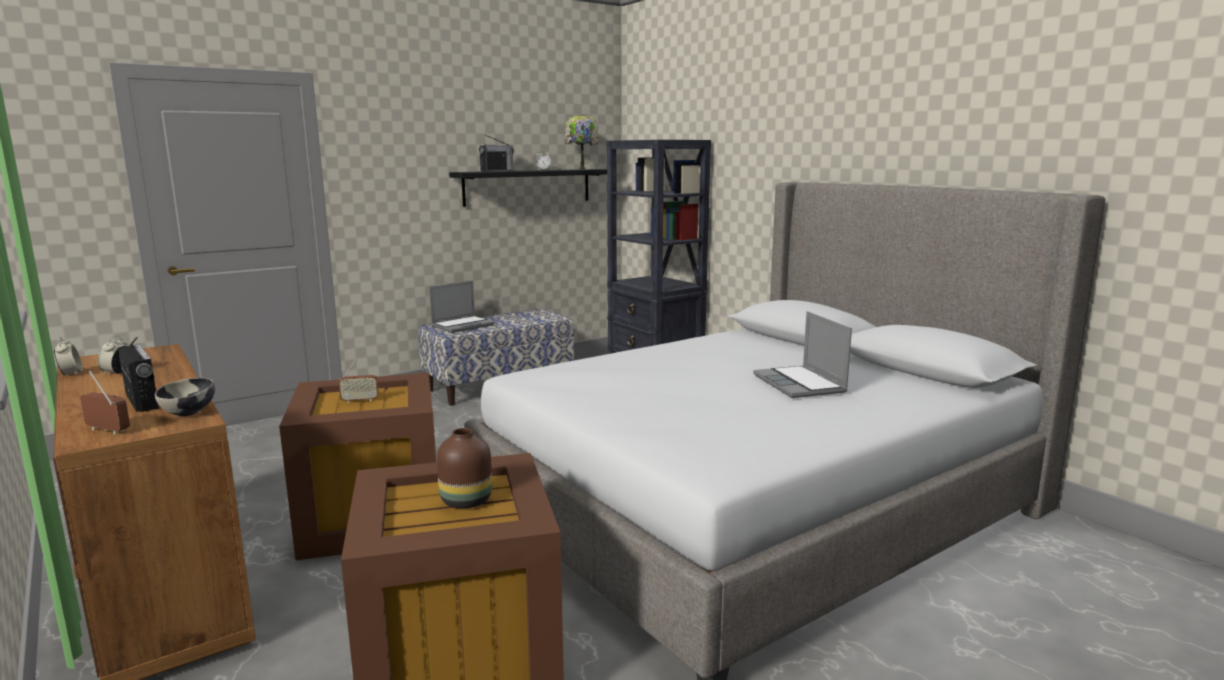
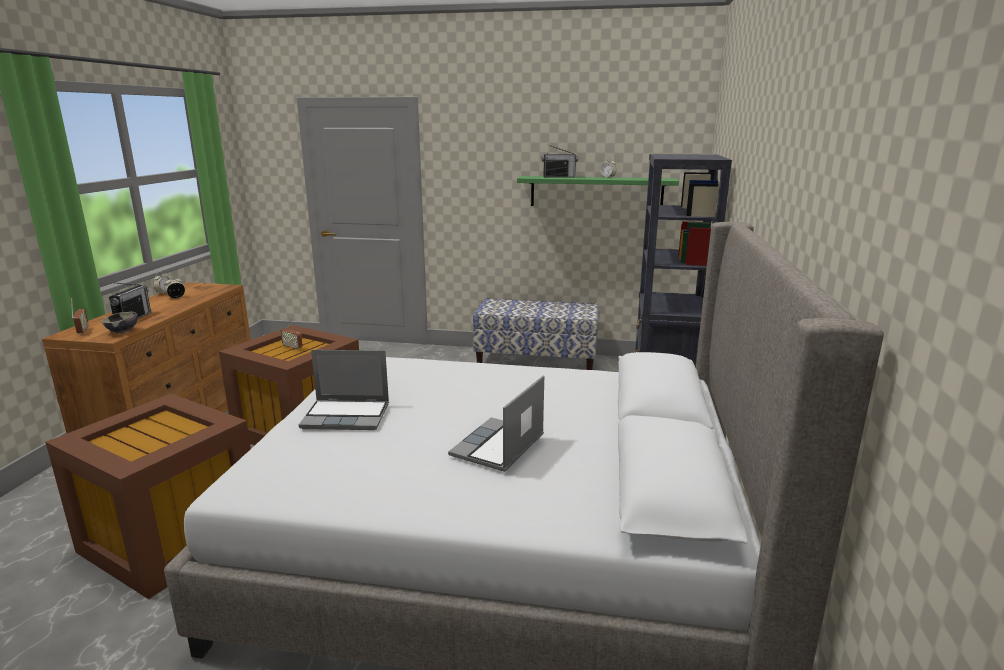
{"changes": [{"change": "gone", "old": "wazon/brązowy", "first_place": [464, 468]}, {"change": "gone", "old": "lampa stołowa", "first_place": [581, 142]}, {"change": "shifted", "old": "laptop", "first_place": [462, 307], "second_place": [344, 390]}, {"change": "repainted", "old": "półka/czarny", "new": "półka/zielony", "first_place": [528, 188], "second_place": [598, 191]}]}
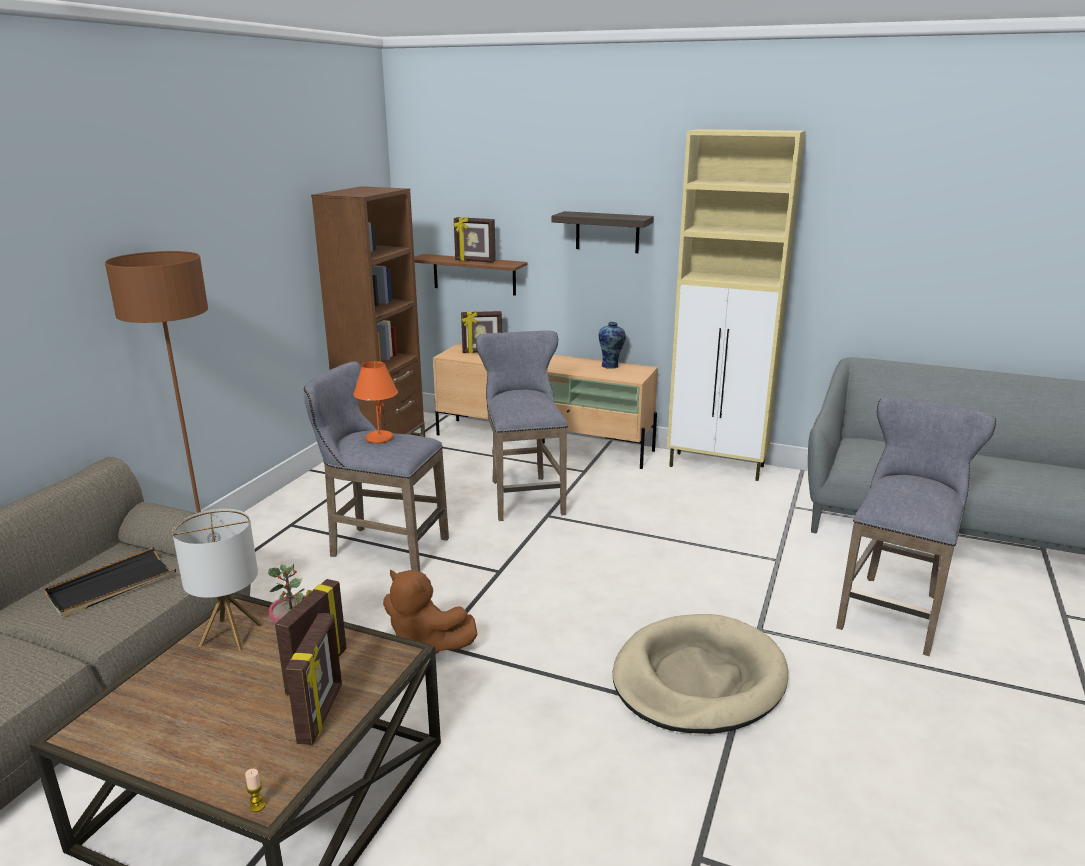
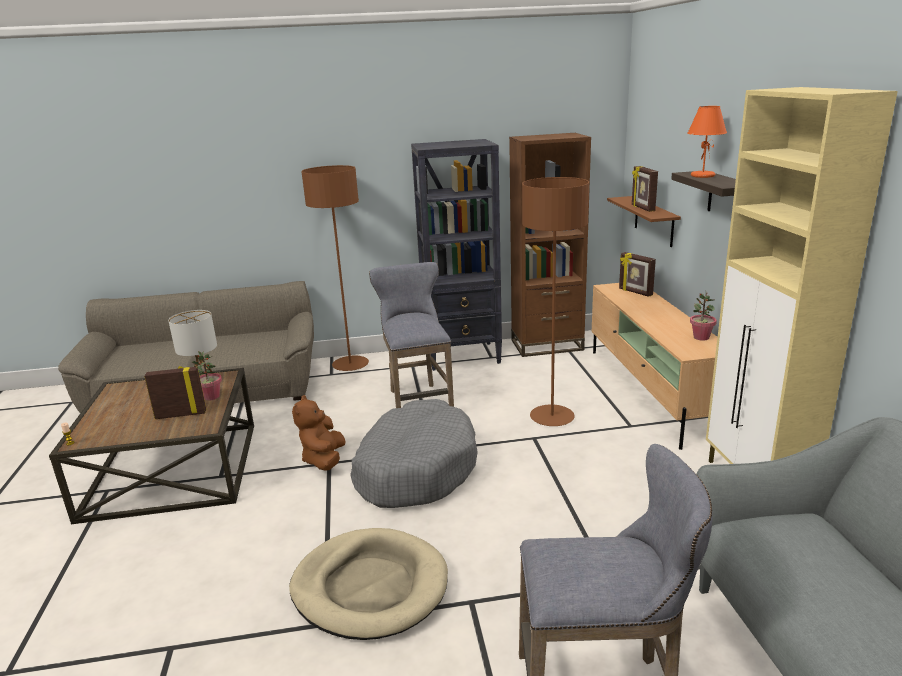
{"changes": [{"change": "gone", "old": "taca/czarny", "first_place": [110, 582]}, {"change": "gone", "old": "ramka na zdjęcie", "first_place": [314, 679]}, {"change": "new", "new": "legowisko/szary", "second_place": [414, 453]}, {"change": "new", "new": "regał/czarny", "second_place": [456, 255]}, {"change": "shifted", "old": "lampa stołowa/pomarańczowy", "first_place": [375, 402], "second_place": [707, 142]}, {"change": "swapped", "old": "stołek/szary", "new": "lampa stojąca/brązowy", "first_place": [522, 425], "second_place": [555, 301]}, {"change": "swapped", "old": "wazon", "new": "roślina doniczkowa", "first_place": [612, 345], "second_place": [703, 317]}]}
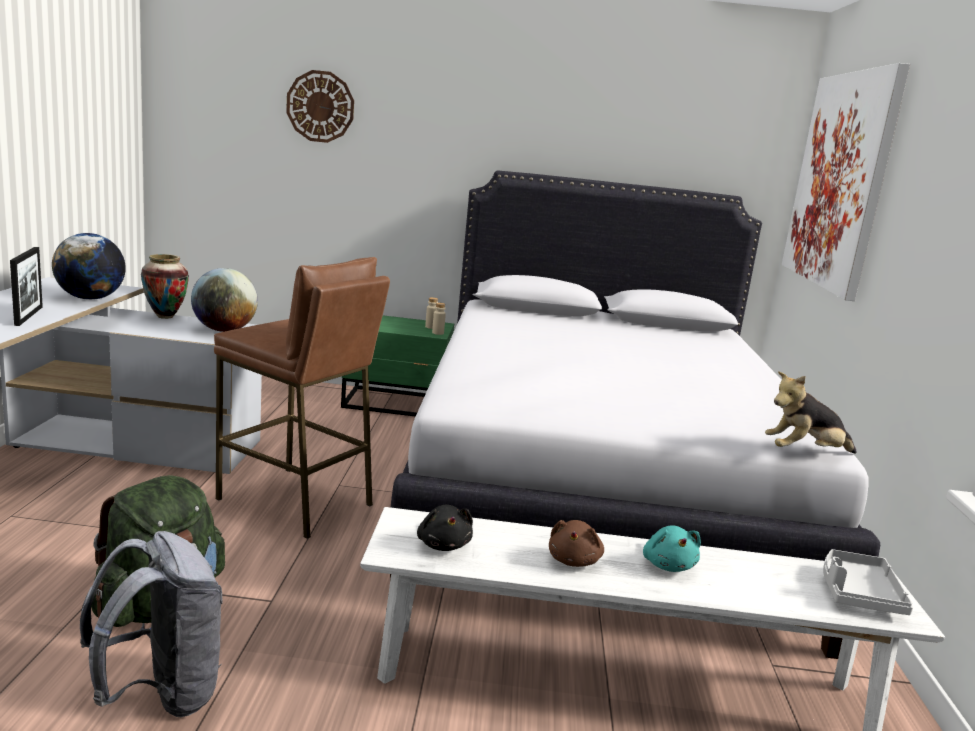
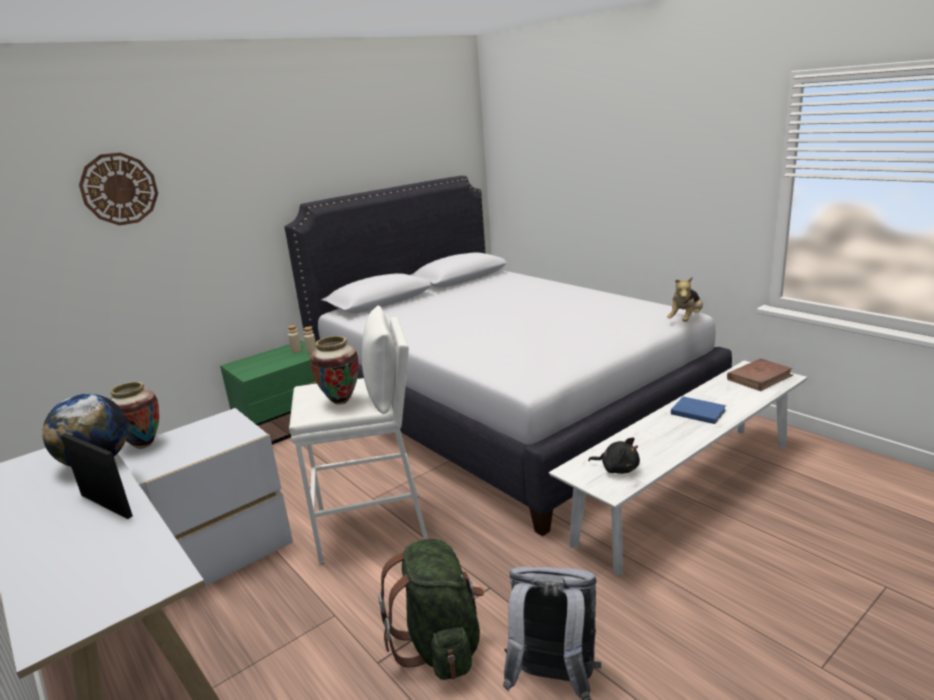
{"changes": [{"change": "gone", "old": "globus", "first_place": [224, 300]}, {"change": "gone", "old": "pluszak/brązowy", "first_place": [576, 543]}, {"change": "gone", "old": "obraz", "first_place": [846, 182]}, {"change": "new", "new": "wazon", "second_place": [334, 370]}, {"change": "swapped", "old": "pluszak/turkusowy", "new": "książka/niebieski", "first_place": [672, 548], "second_place": [698, 410]}, {"change": "swapped", "old": "taca/szary", "new": "książka/brązowy", "first_place": [868, 582], "second_place": [760, 375]}, {"change": "repainted", "old": "stołek/brązowy", "new": "stołek/biały", "first_place": [302, 398], "second_place": [358, 435]}]}
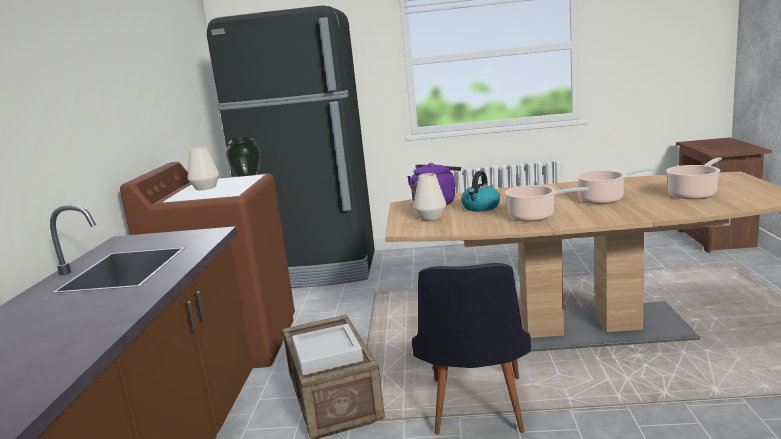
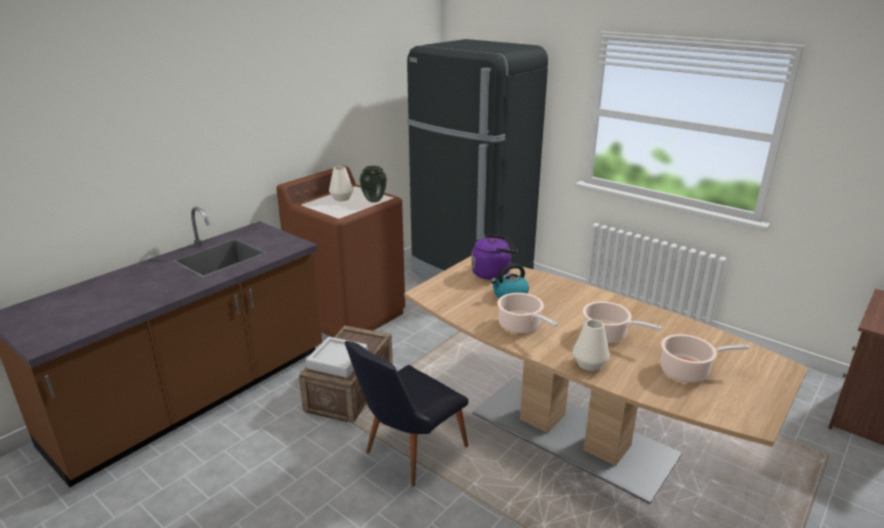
{"changes": [{"change": "shifted", "old": "wazon/biały", "first_place": [429, 196], "second_place": [591, 345]}]}
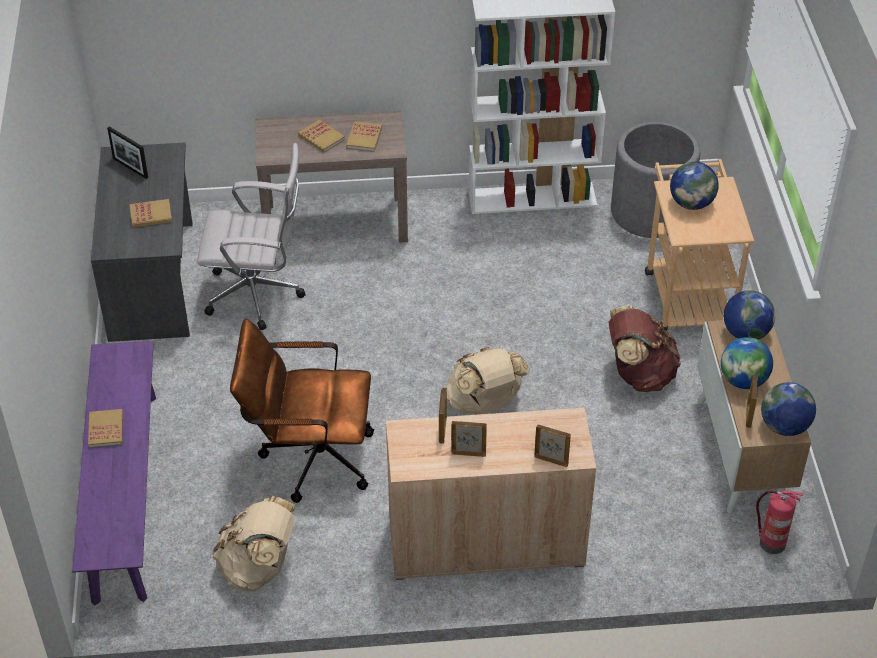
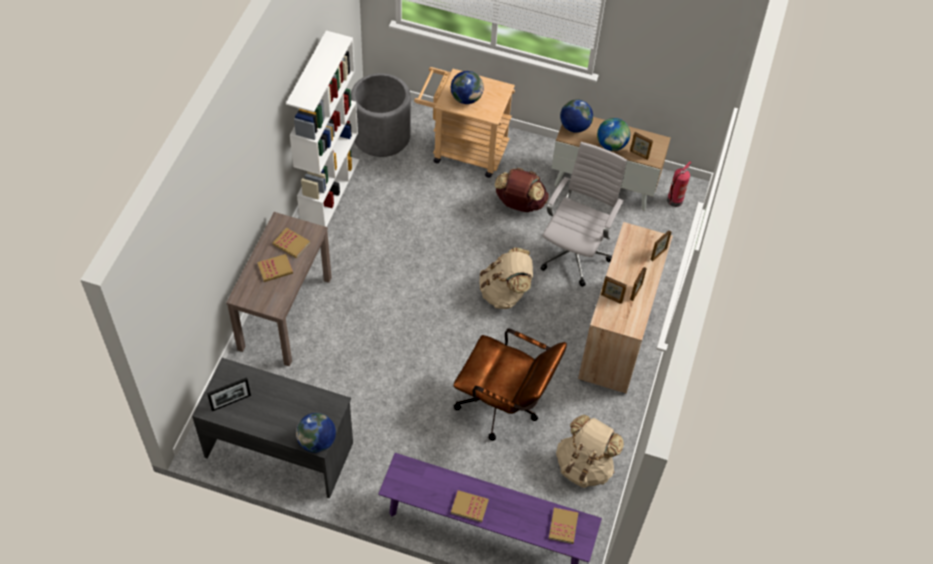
{"changes": [{"change": "shifted", "old": "książka", "first_place": [151, 213], "second_place": [563, 526]}, {"change": "shifted", "old": "krzesło biurowe/biały", "first_place": [251, 236], "second_place": [583, 214]}, {"change": "shifted", "old": "globus", "first_place": [788, 409], "second_place": [316, 433]}, {"change": "rotated", "old": "krzesło biurowe/brązowy", "first_place": [302, 411], "second_place": [510, 385], "degrees": -90}]}
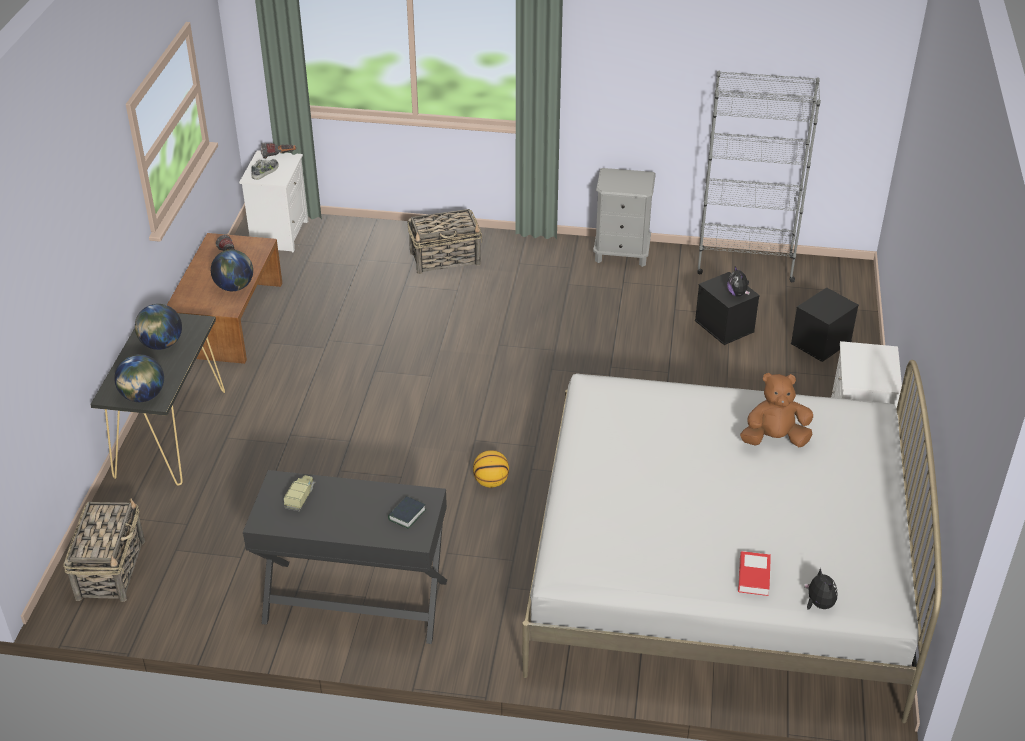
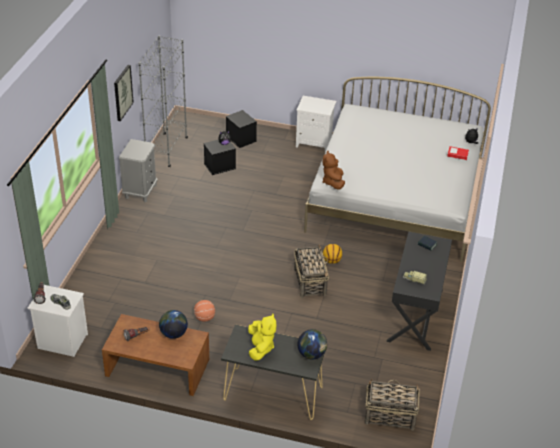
{"changes": [{"change": "new", "new": "obraz", "second_place": [124, 93]}, {"change": "new", "new": "piłka do koszykówki", "second_place": [204, 311]}, {"change": "shifted", "old": "koszyk", "first_place": [444, 241], "second_place": [311, 271]}, {"change": "shifted", "old": "pluszak/brązowy", "first_place": [776, 410], "second_place": [333, 170]}, {"change": "swapped", "old": "globus", "new": "pluszak/żółty", "first_place": [158, 327], "second_place": [262, 337]}]}
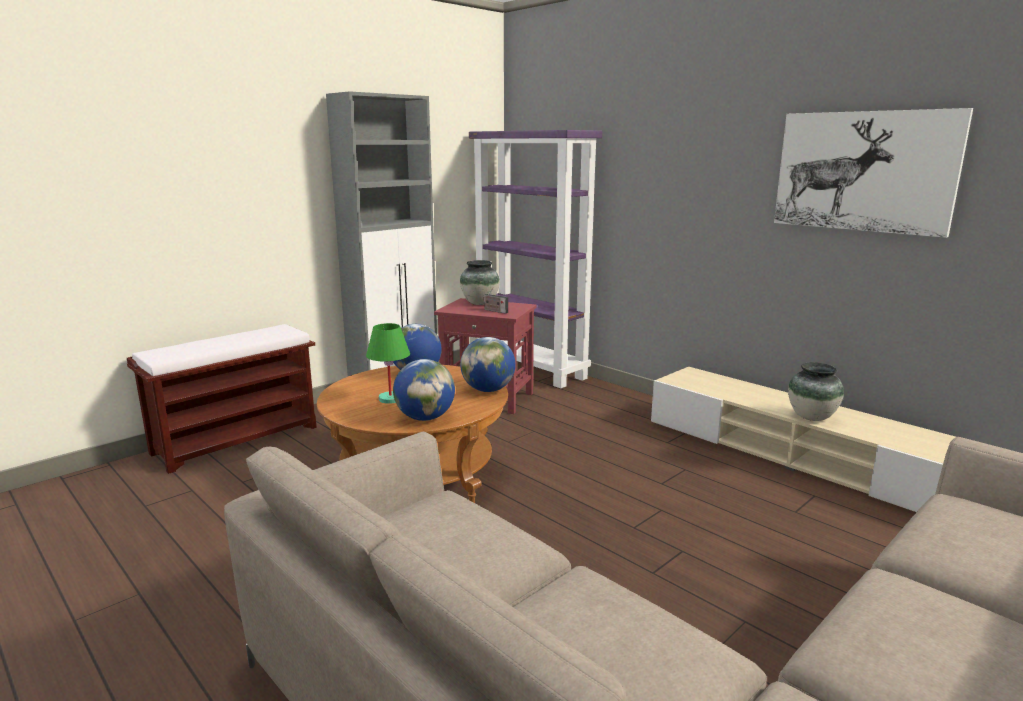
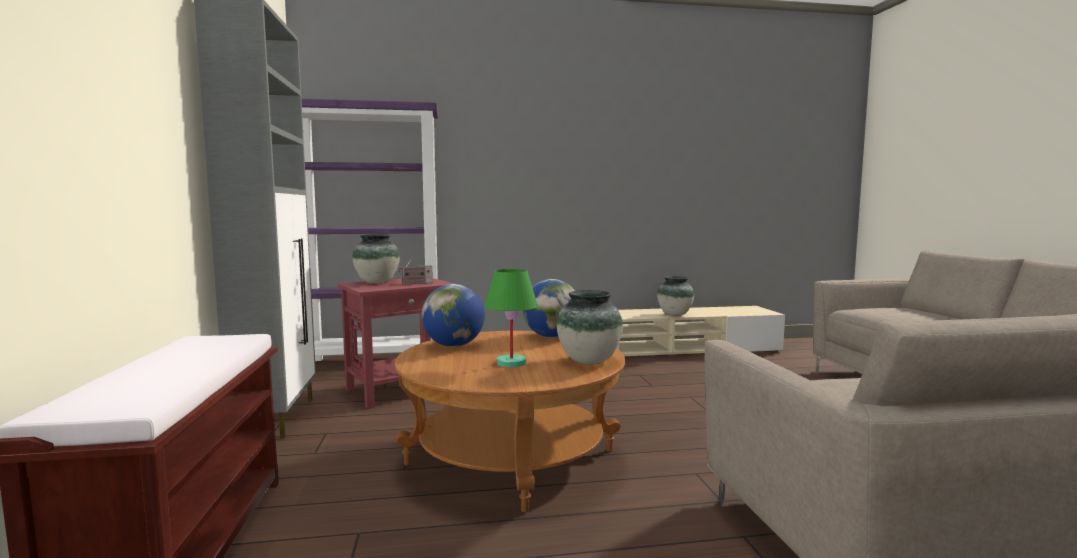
{"changes": [{"change": "gone", "old": "obraz", "first_place": [873, 173]}, {"change": "swapped", "old": "globus", "new": "wazon", "first_place": [424, 390], "second_place": [590, 327]}]}
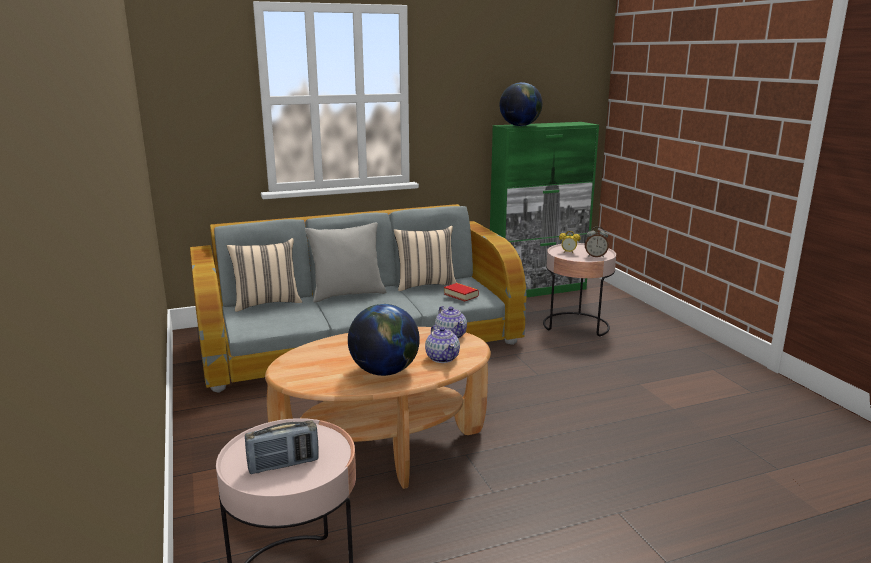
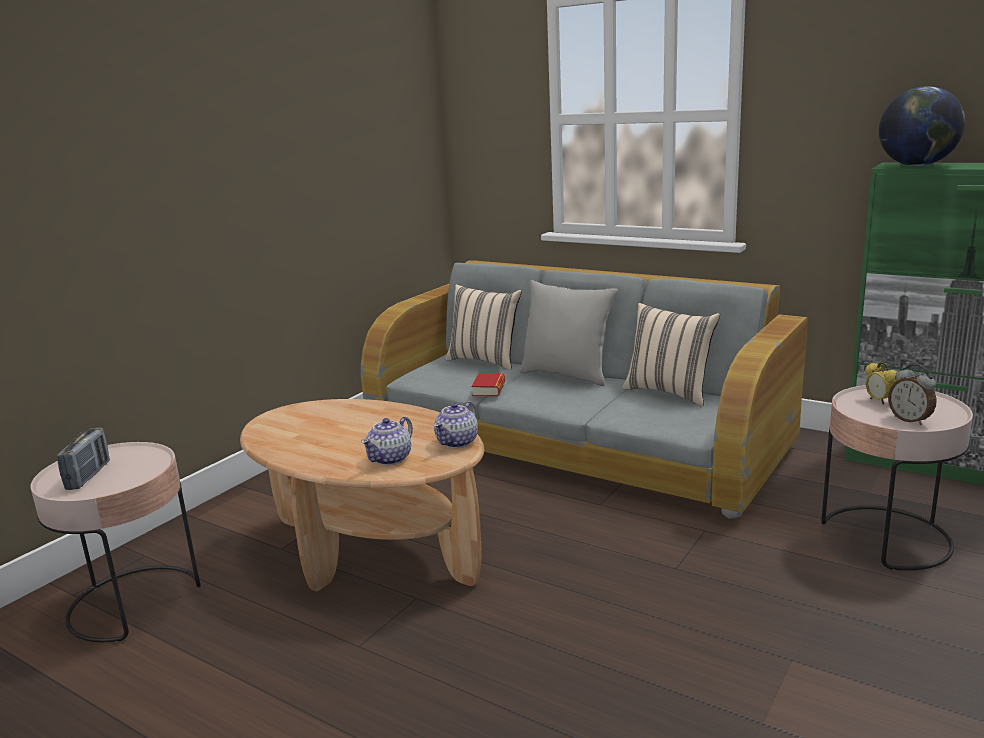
{"changes": [{"change": "gone", "old": "globus", "first_place": [384, 340]}, {"change": "shifted", "old": "książka", "first_place": [461, 292], "second_place": [488, 385]}, {"change": "rotated", "old": "radio", "first_place": [282, 447], "second_place": [83, 458], "degrees": -120}]}
